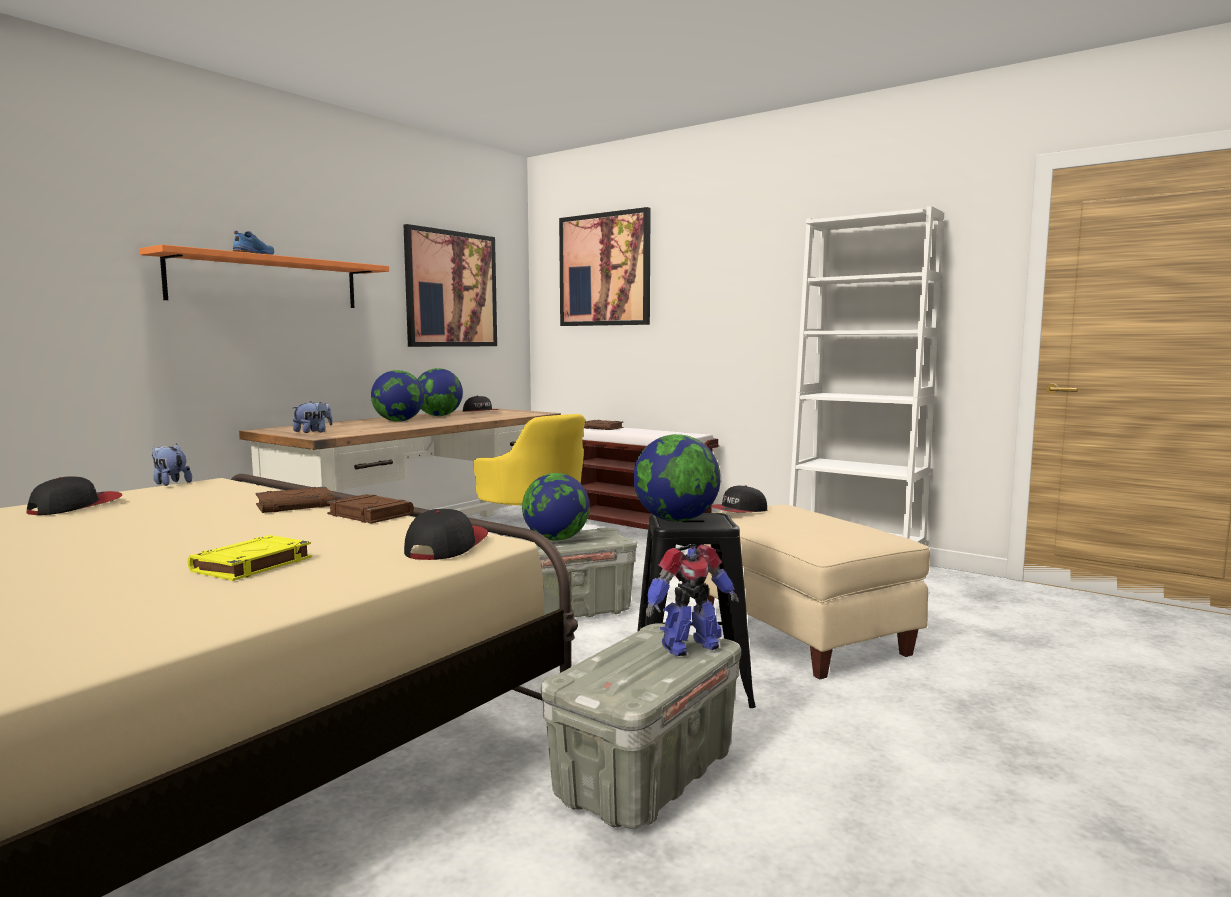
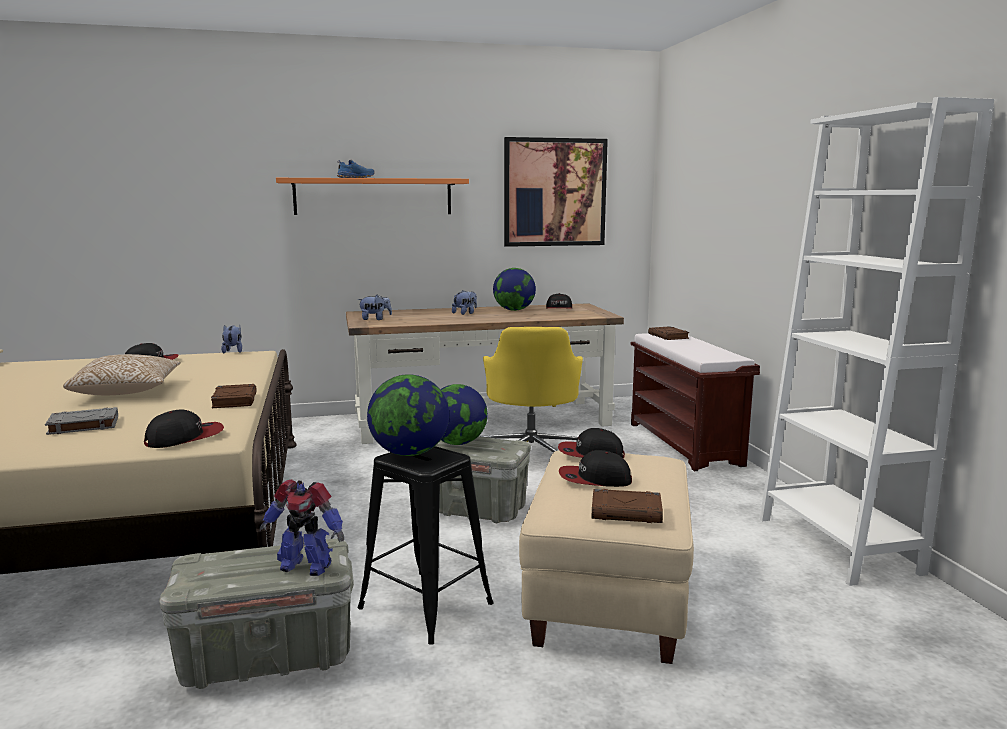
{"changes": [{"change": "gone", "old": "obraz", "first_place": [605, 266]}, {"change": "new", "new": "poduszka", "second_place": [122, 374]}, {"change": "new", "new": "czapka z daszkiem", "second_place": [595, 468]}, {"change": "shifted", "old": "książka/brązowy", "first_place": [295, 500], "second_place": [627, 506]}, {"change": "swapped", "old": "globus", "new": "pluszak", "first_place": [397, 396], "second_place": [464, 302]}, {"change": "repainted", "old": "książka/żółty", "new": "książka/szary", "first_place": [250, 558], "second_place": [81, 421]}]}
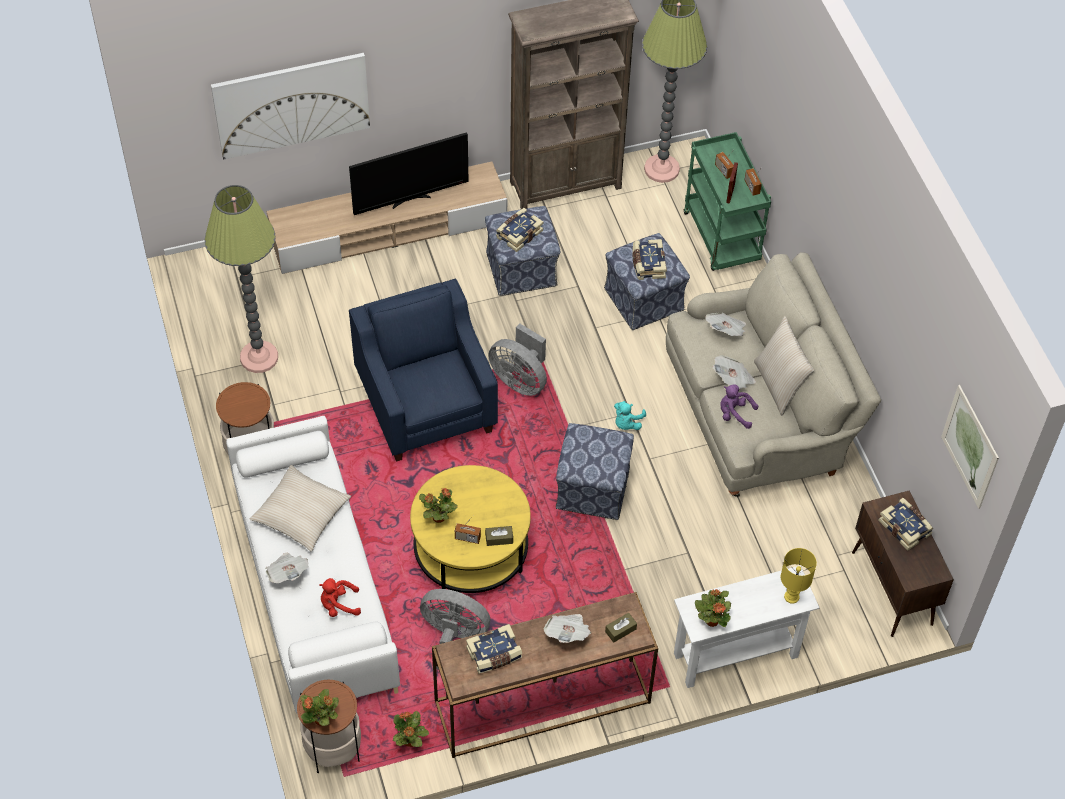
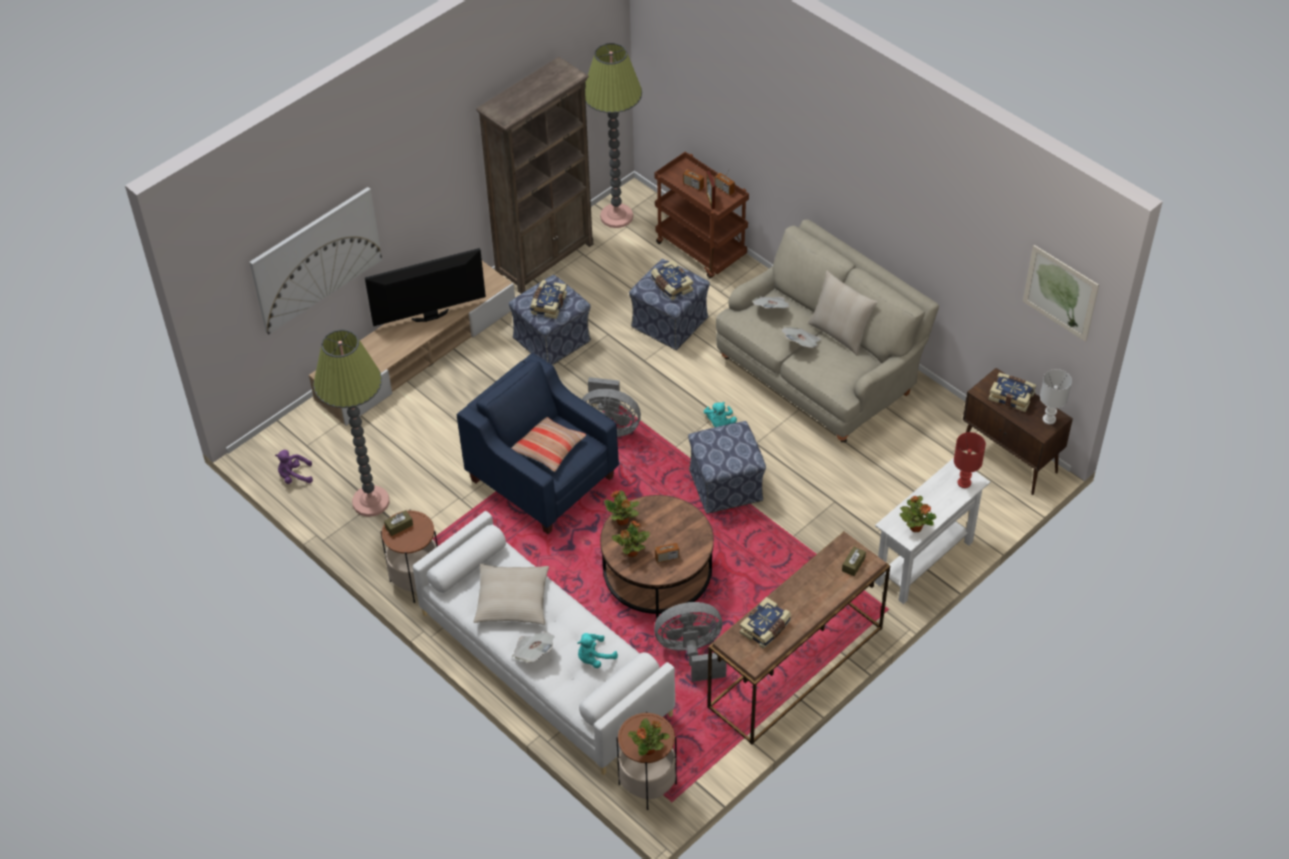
{"changes": [{"change": "gone", "old": "gazeta", "first_place": [567, 628]}, {"change": "new", "new": "poduszka", "second_place": [549, 444]}, {"change": "new", "new": "lampa stołowa/biały", "second_place": [1056, 397]}, {"change": "shifted", "old": "roślina doniczkowa", "first_place": [411, 729], "second_place": [622, 508]}, {"change": "shifted", "old": "pudełko chusteczek/brązowy", "first_place": [499, 536], "second_place": [398, 523]}, {"change": "shifted", "old": "pluszak/fioletowy", "first_place": [739, 406], "second_place": [294, 467]}, {"change": "repainted", "old": "pluszak/czerwony", "new": "pluszak/turkusowy", "first_place": [340, 597], "second_place": [597, 650]}, {"change": "repainted", "old": "ława/żółty", "new": "ława/brązowy", "first_place": [470, 529], "second_place": [657, 557]}, {"change": "repainted", "old": "wózek/zielony", "new": "wózek/brązowy", "first_place": [727, 201], "second_place": [702, 215]}, {"change": "repainted", "old": "lampa stołowa/żółty", "new": "lampa stołowa/czerwony", "first_place": [799, 576], "second_place": [970, 460]}, {"change": "rotated", "old": "telewizor", "first_place": [408, 173], "second_place": [425, 287], "degrees": -150}]}
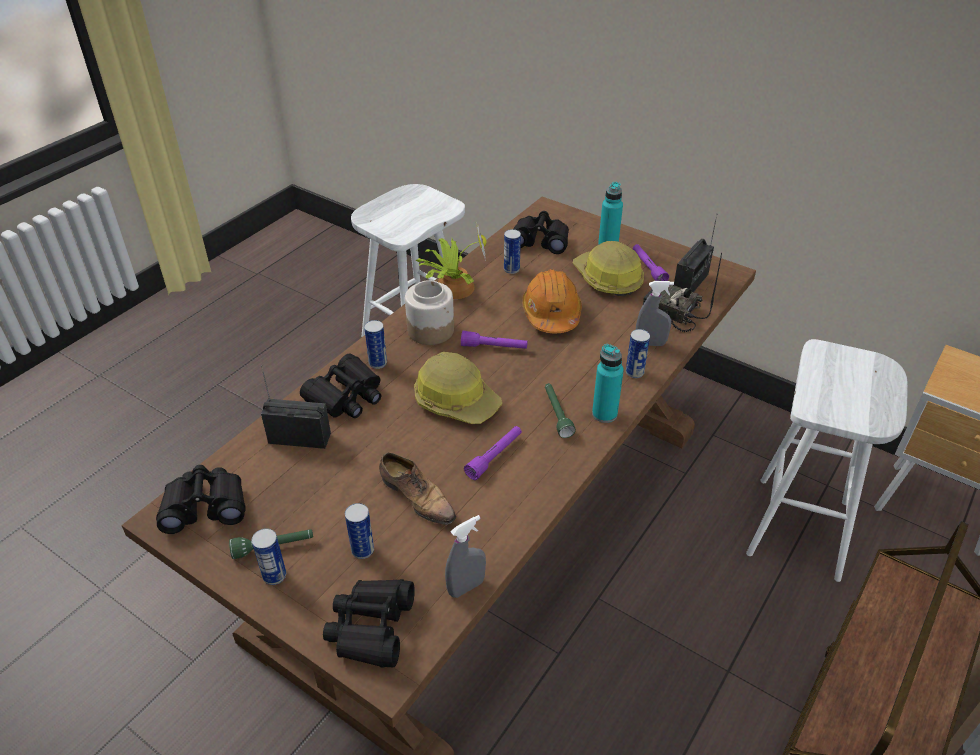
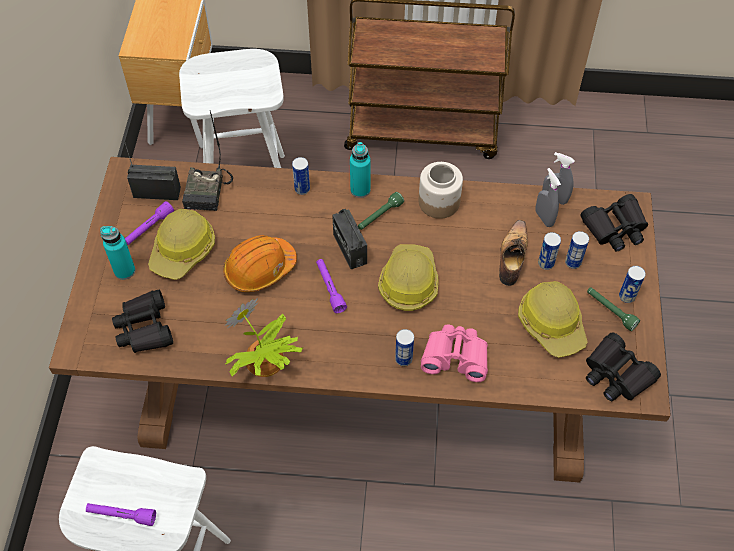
{"changes": [{"change": "new", "new": "kask", "second_place": [553, 319]}, {"change": "shifted", "old": "radio", "first_place": [296, 407], "second_place": [349, 239]}, {"change": "shifted", "old": "słoik", "first_place": [429, 312], "second_place": [441, 190]}, {"change": "shifted", "old": "latarka/fioletowy", "first_place": [493, 453], "second_place": [121, 514]}, {"change": "shifted", "old": "puszka", "first_place": [512, 251], "second_place": [549, 251]}, {"change": "shifted", "old": "spryskiwacz/szary", "first_place": [655, 313], "second_place": [548, 197]}, {"change": "repainted", "old": "lornetka/czarny", "new": "lornetka/różowy", "first_place": [340, 386], "second_place": [454, 353]}]}
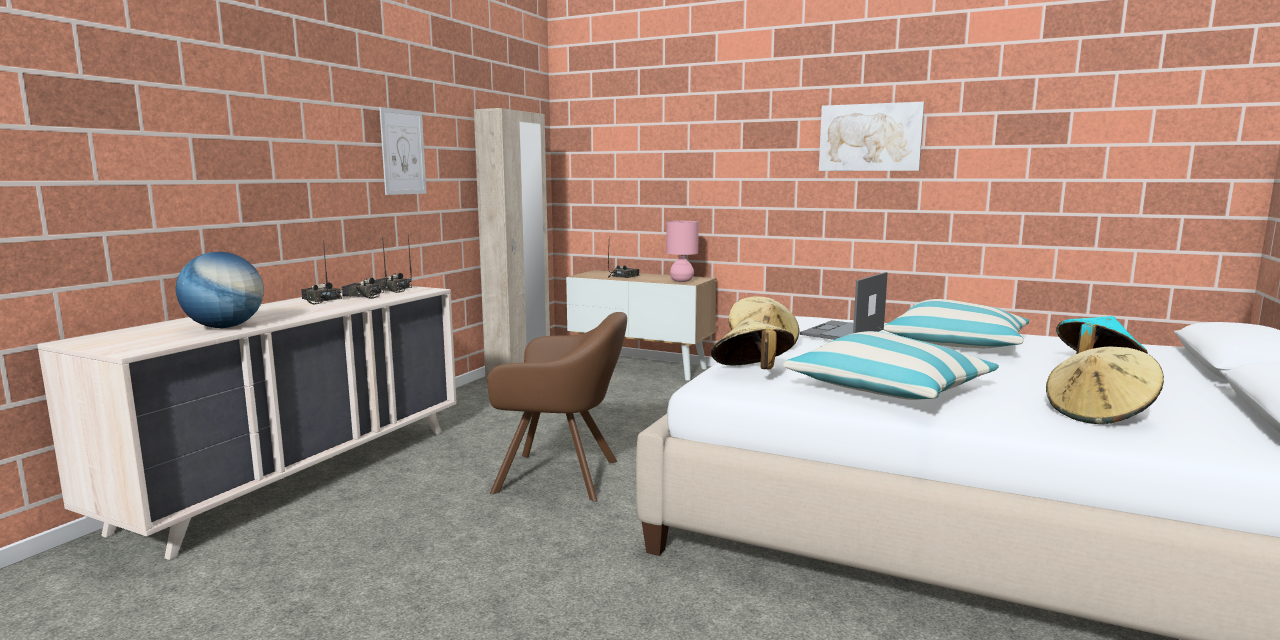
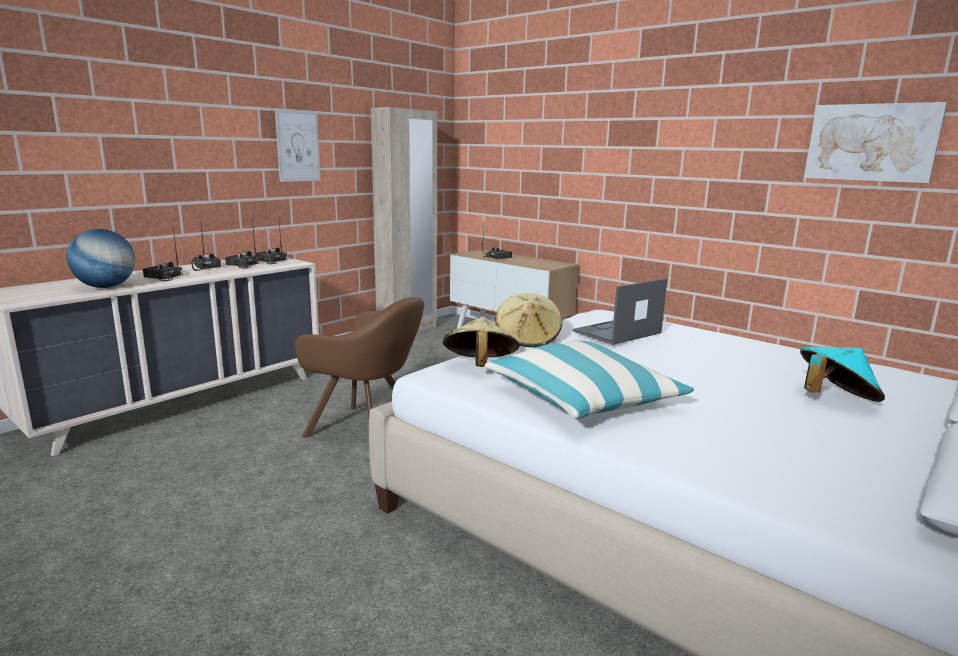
{"changes": [{"change": "gone", "old": "lampa stołowa/różowy", "first_place": [682, 251]}, {"change": "gone", "old": "poduszka", "first_place": [956, 323]}, {"change": "gone", "old": "kapelusz/beżowy", "first_place": [1105, 385]}, {"change": "new", "new": "radio", "second_place": [163, 254]}, {"change": "shifted", "old": "obraz", "first_place": [871, 136], "second_place": [875, 142]}]}
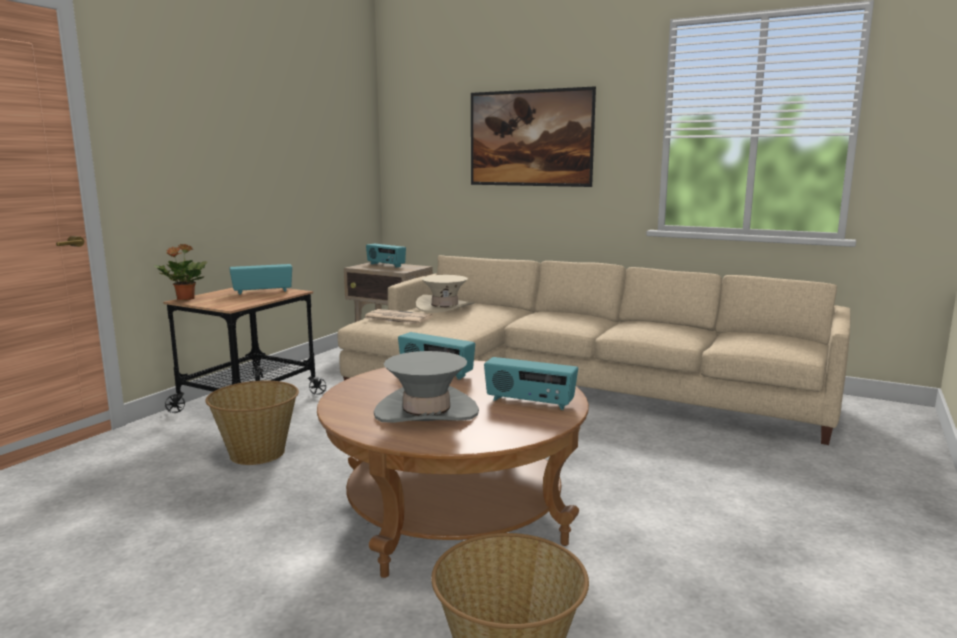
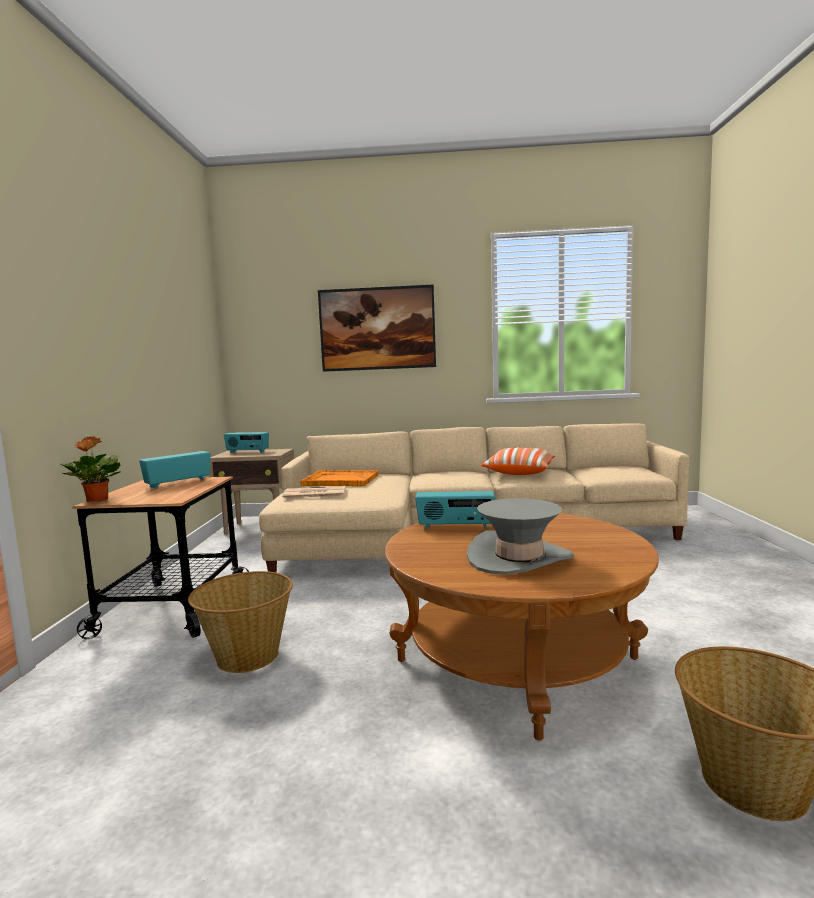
{"changes": [{"change": "gone", "old": "radio", "first_place": [531, 383]}, {"change": "new", "new": "poduszka", "second_place": [518, 461]}, {"change": "swapped", "old": "kapelusz/beżowy", "new": "taca/pomarańczowy", "first_place": [445, 294], "second_place": [339, 478]}]}
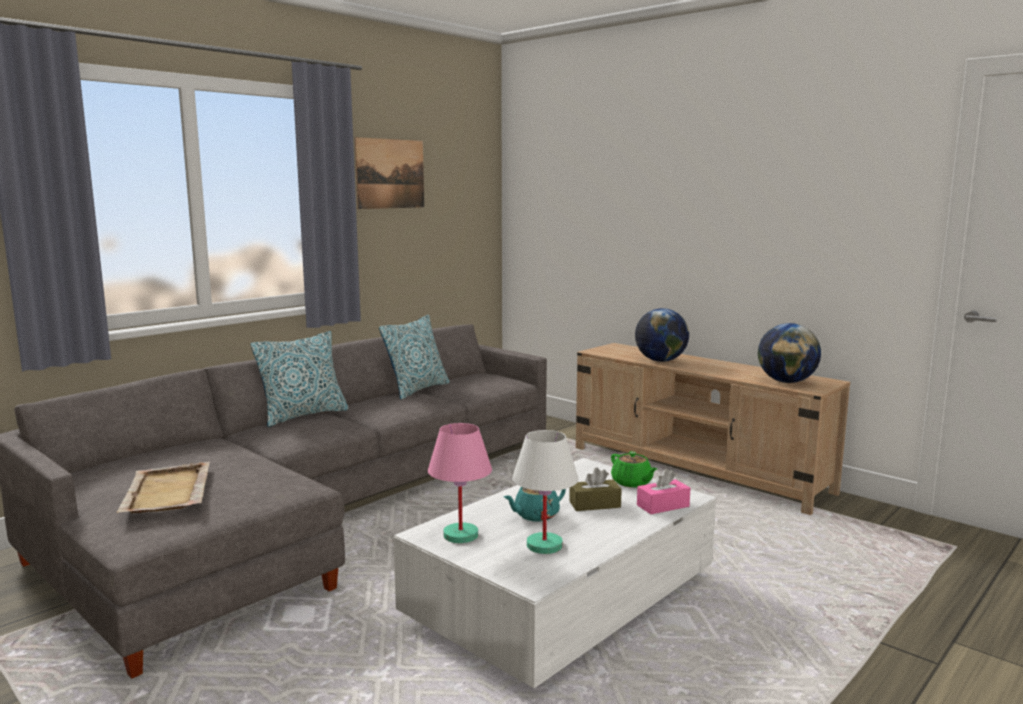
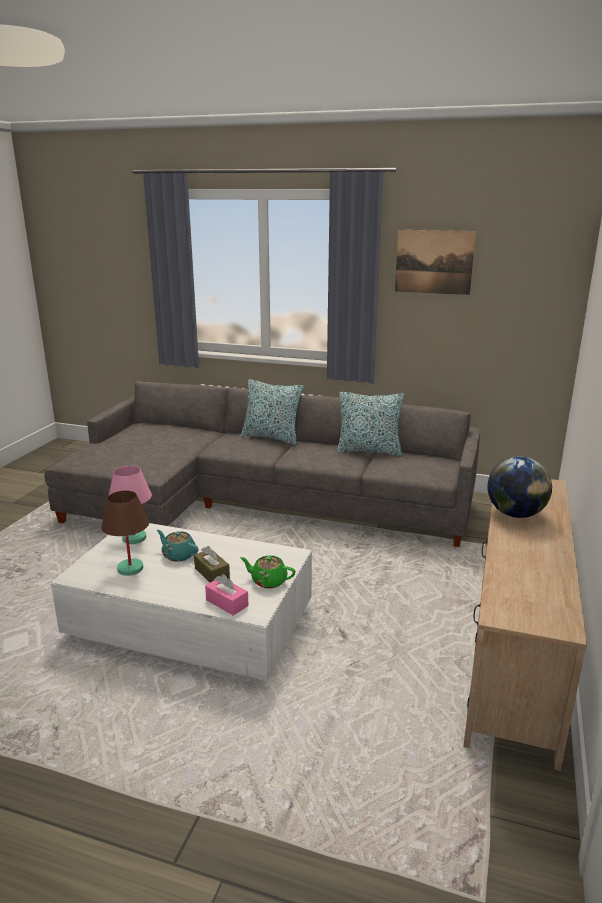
{"changes": [{"change": "gone", "old": "taca/beżowy", "first_place": [163, 487]}, {"change": "gone", "old": "globus", "first_place": [789, 353]}, {"change": "repainted", "old": "lampa stołowa/biały", "new": "lampa stołowa/brązowy", "first_place": [545, 492], "second_place": [125, 533]}, {"change": "rotated", "old": "imbryk/zielony", "first_place": [634, 469], "second_place": [267, 572], "degrees": 75}]}
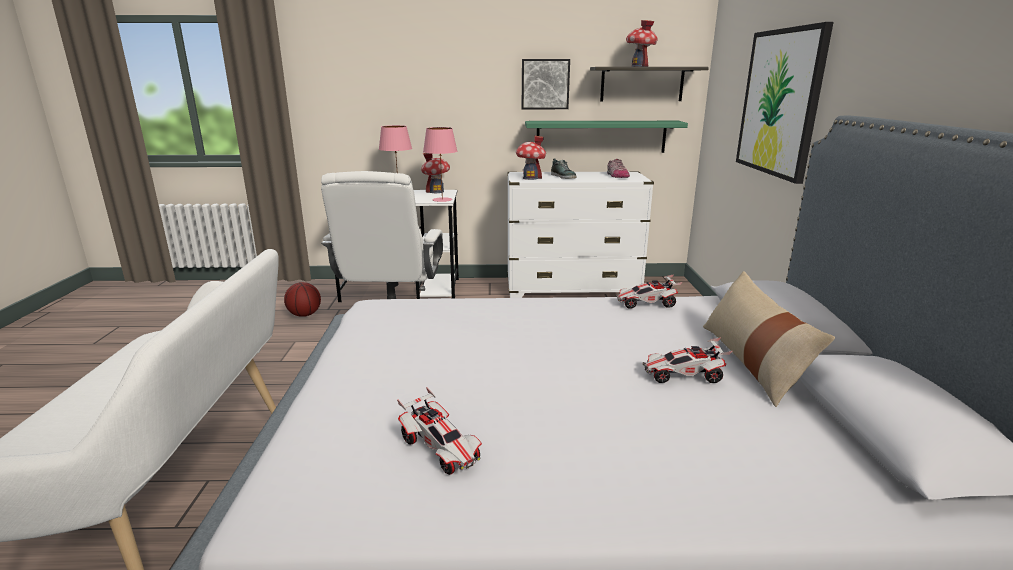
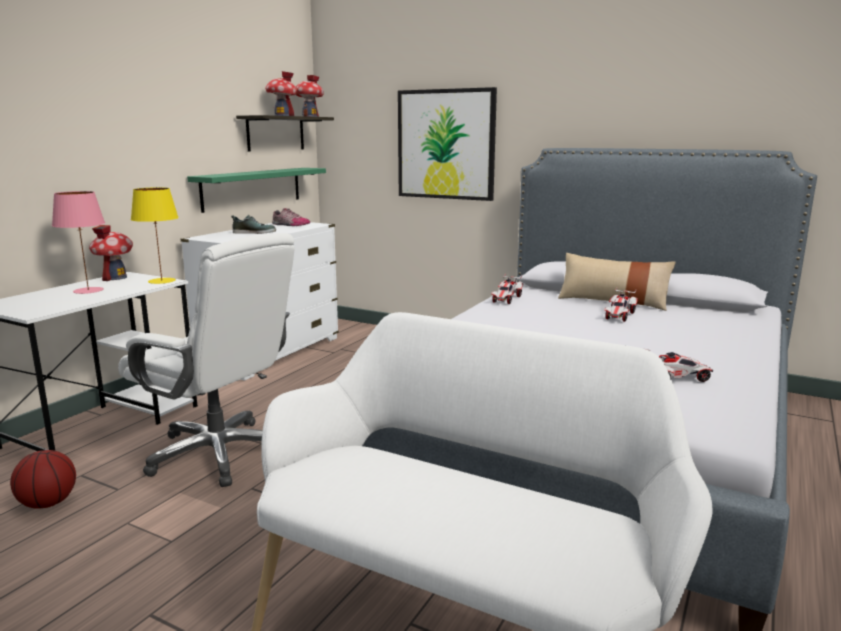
{"changes": [{"change": "gone", "old": "obraz", "first_place": [546, 84]}, {"change": "shifted", "old": "domek", "first_place": [531, 157], "second_place": [310, 96]}, {"change": "repainted", "old": "lampa stołowa/różowy", "new": "lampa stołowa/żółty", "first_place": [440, 164], "second_place": [155, 235]}]}
